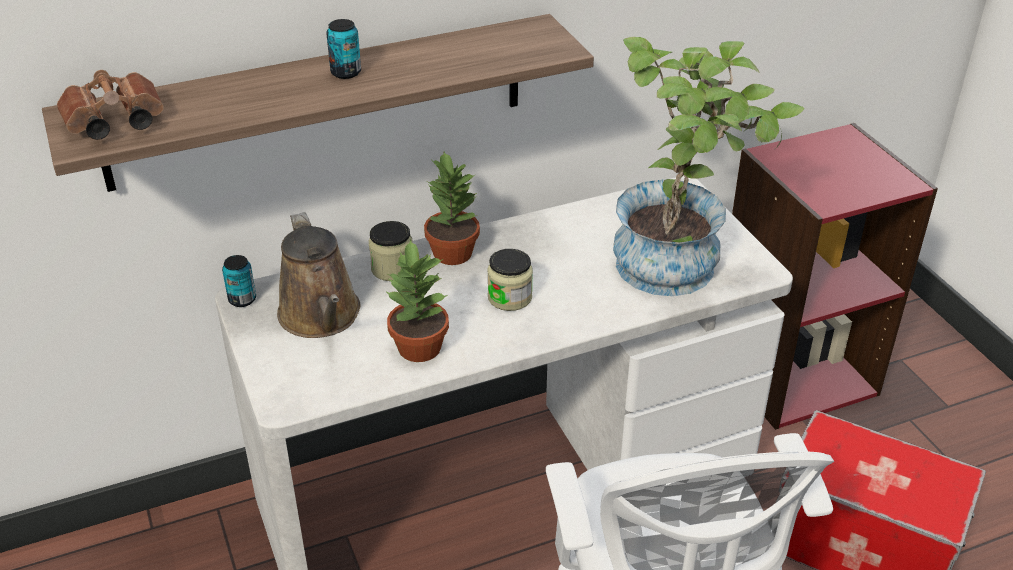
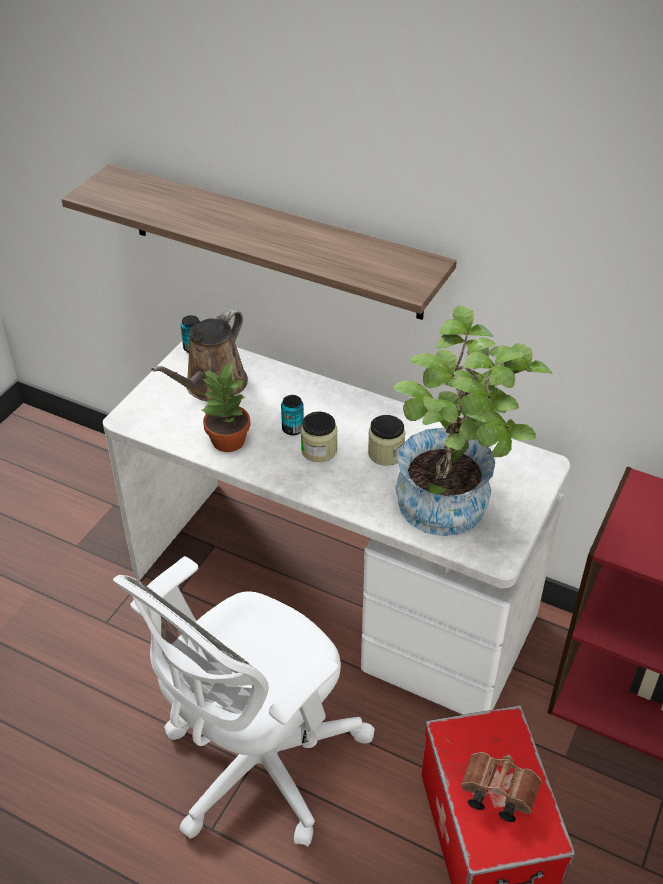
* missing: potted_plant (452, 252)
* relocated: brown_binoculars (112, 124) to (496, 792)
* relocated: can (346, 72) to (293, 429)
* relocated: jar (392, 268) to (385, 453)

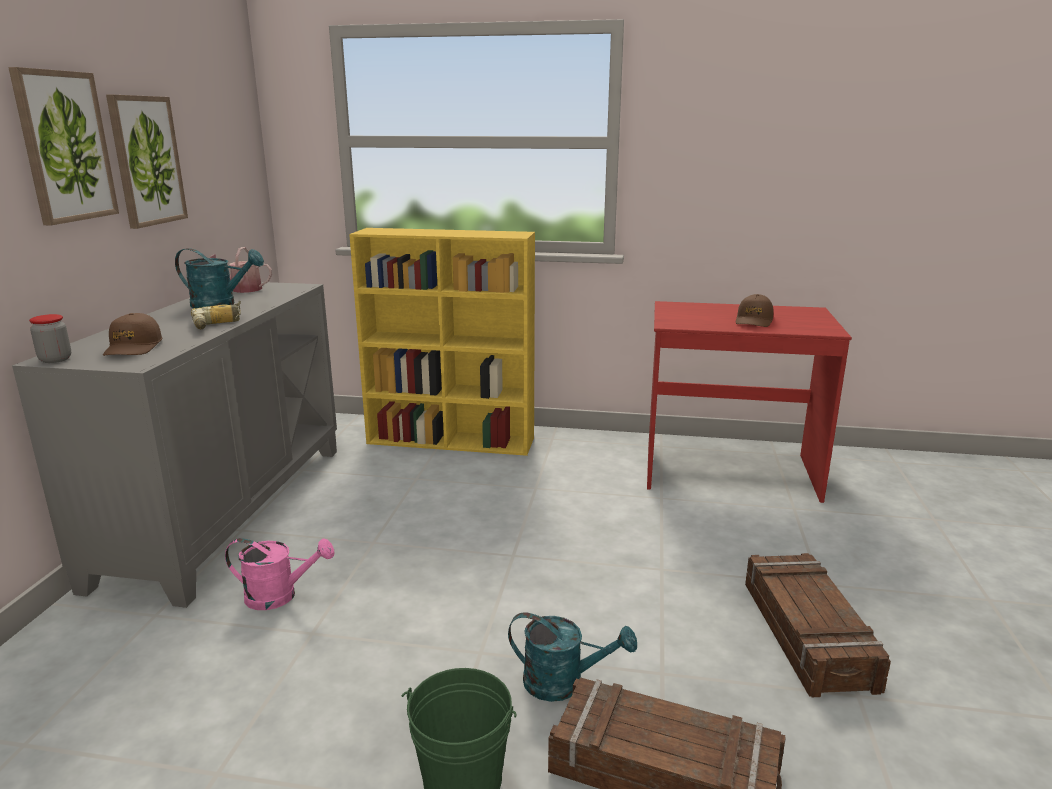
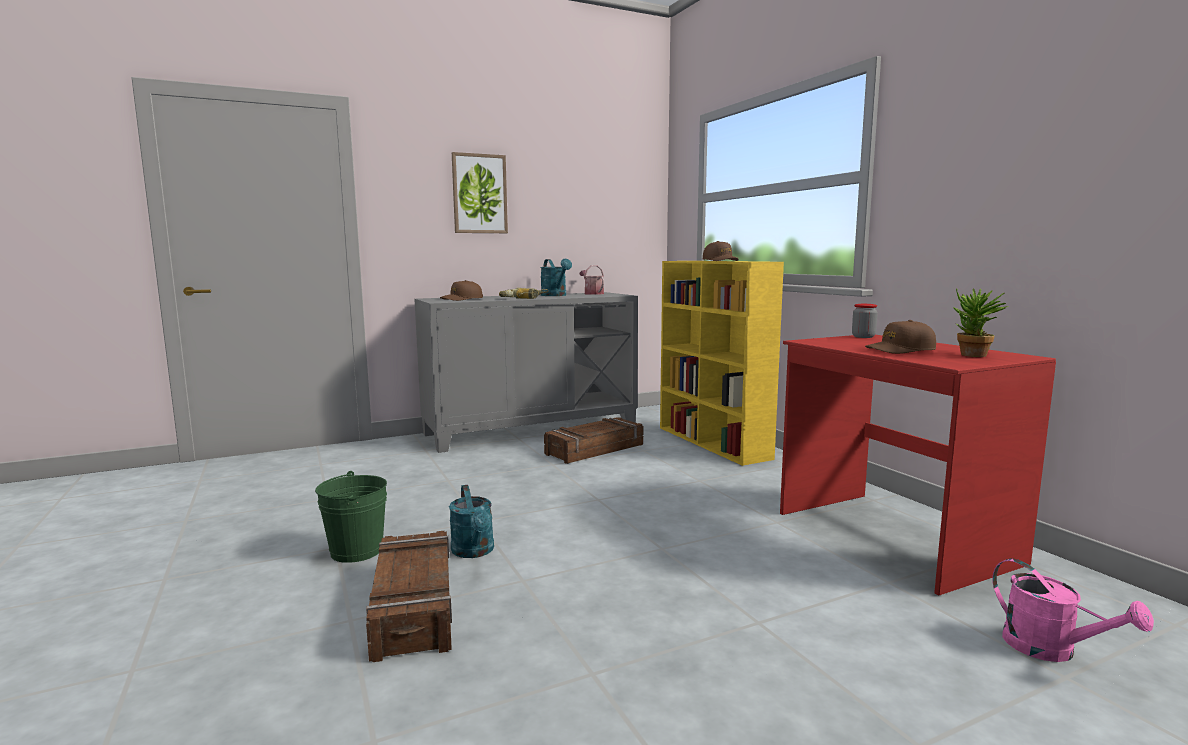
* missing: picture (146, 161)
* appeared: brown_cap (720, 260)
* appeared: potted_plant (973, 356)
* relocated: jar (55, 359) to (863, 336)
* relocated: pink_watering_can (280, 596) to (1051, 650)
* relocated: crate (805, 634) to (594, 449)

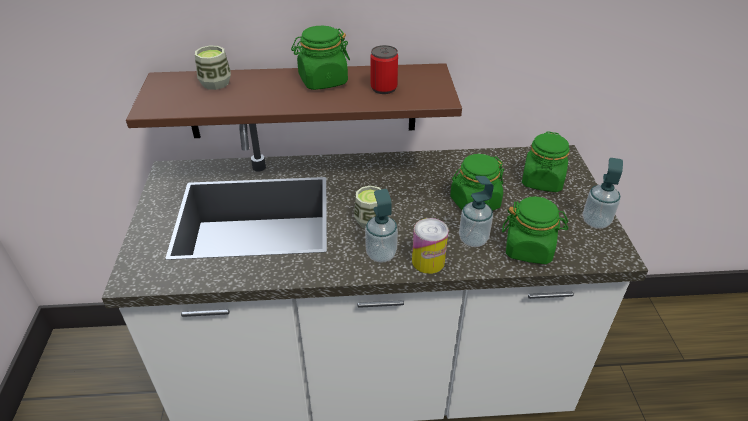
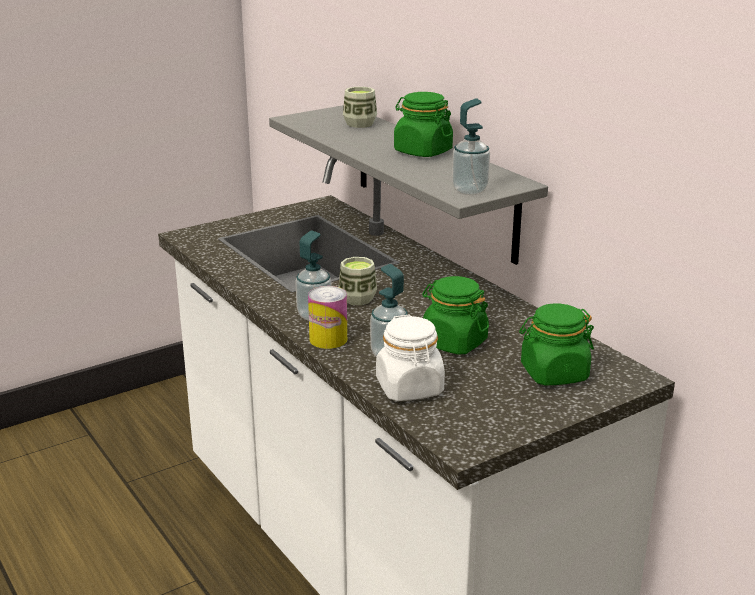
* missing: can (383, 88)
* relocated: soap_dispenser (595, 221) to (469, 191)
* colour: brown_shelf (302, 101) to grey_shelf (434, 181)
* colour: green_jar (529, 248) to white_jar (410, 388)

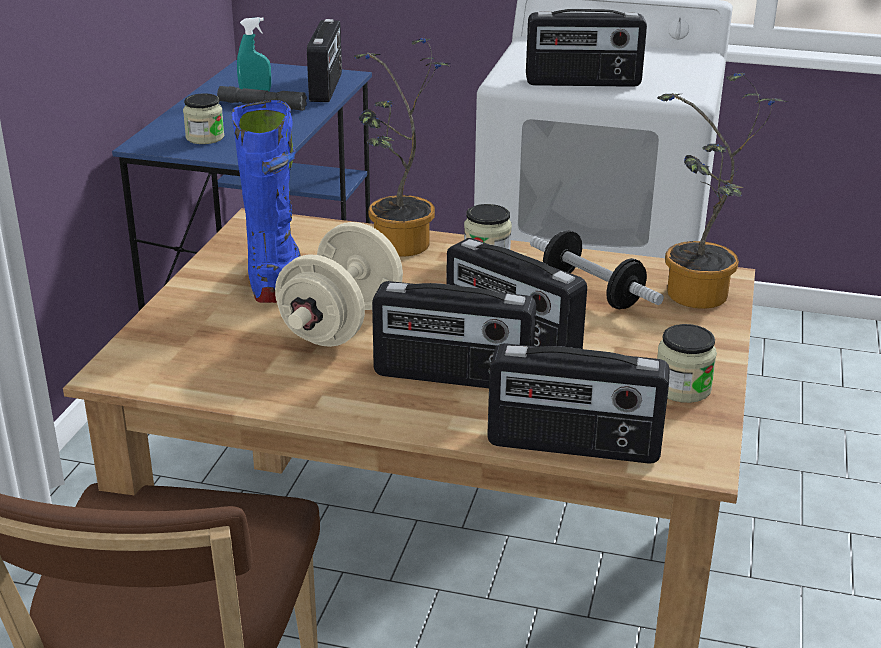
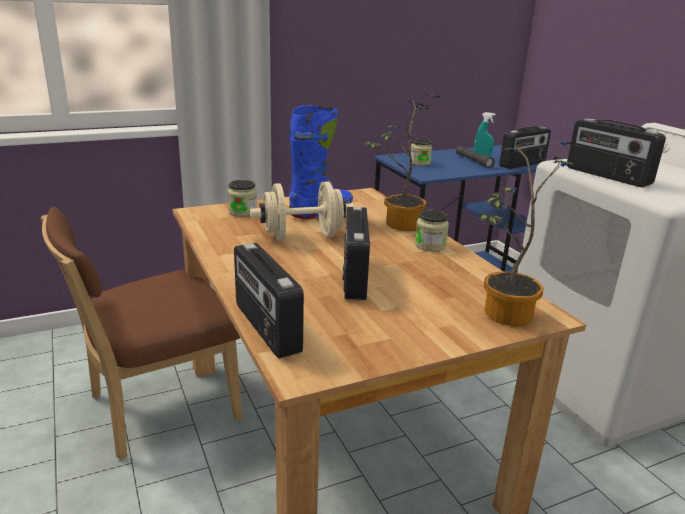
* missing: radio (452, 377)
* missing: dumbbell (592, 292)
* relocated: jar (682, 388) to (242, 212)

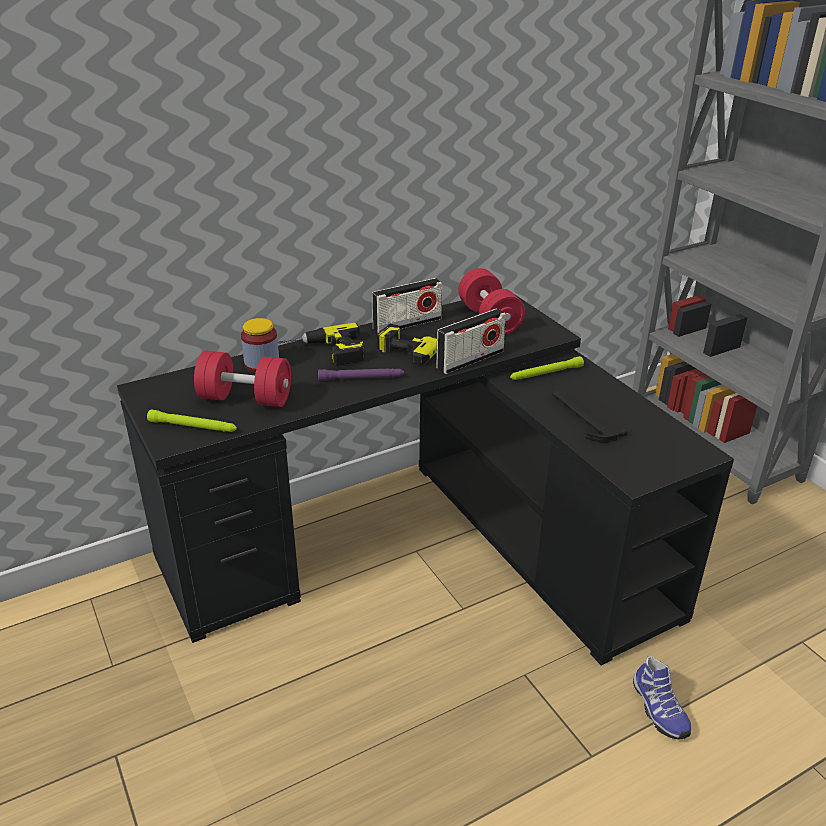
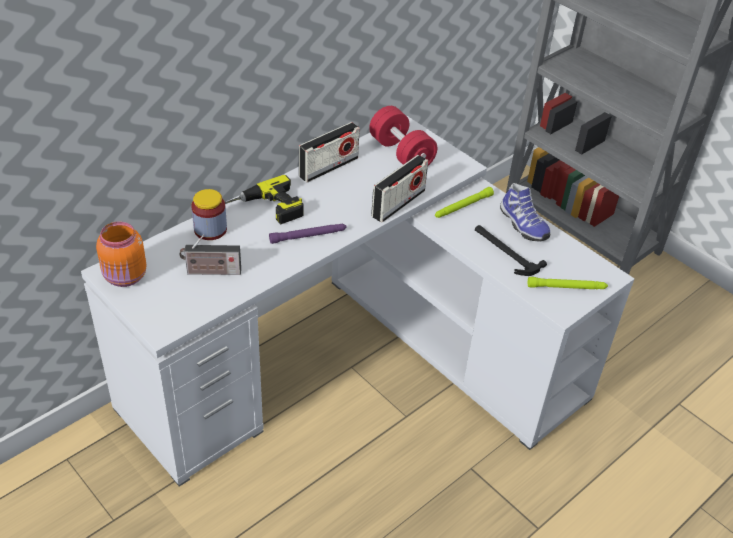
* missing: power_drill (417, 342)
* appeared: orange_jar (125, 277)
* relocated: green_flashlight (193, 426) to (567, 287)
* relocated: shoe (657, 709) to (522, 224)
* exchanged: red_dumbbell (245, 399) to radio (211, 272)
* colour: black_desk (427, 542) to white_desk (358, 356)

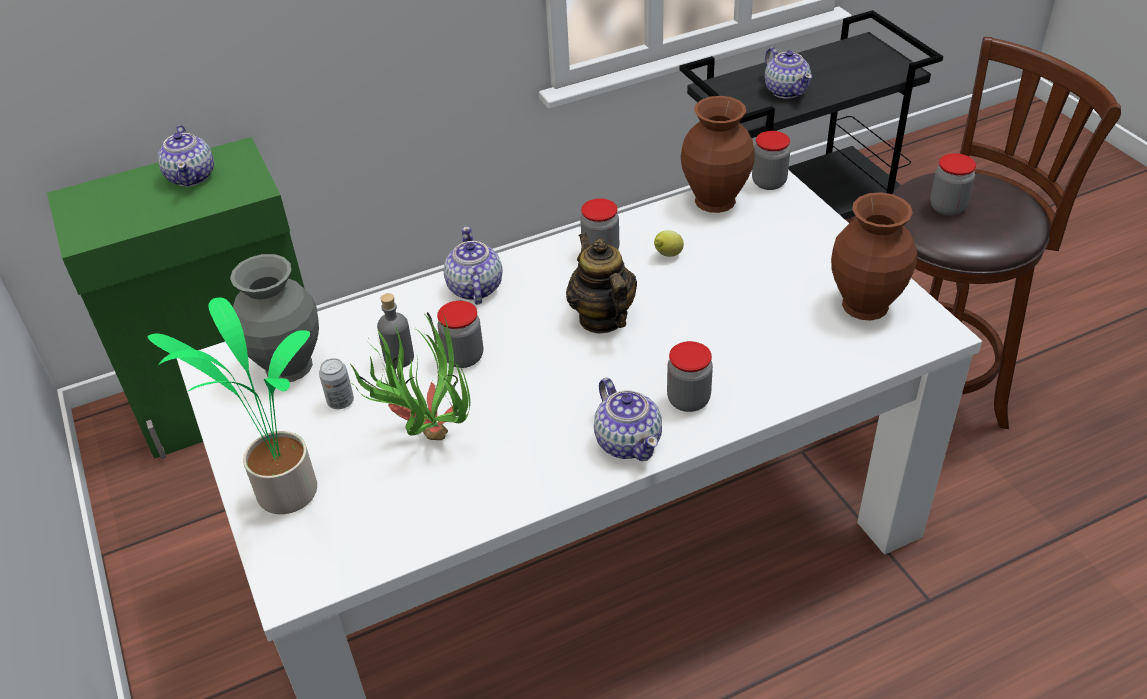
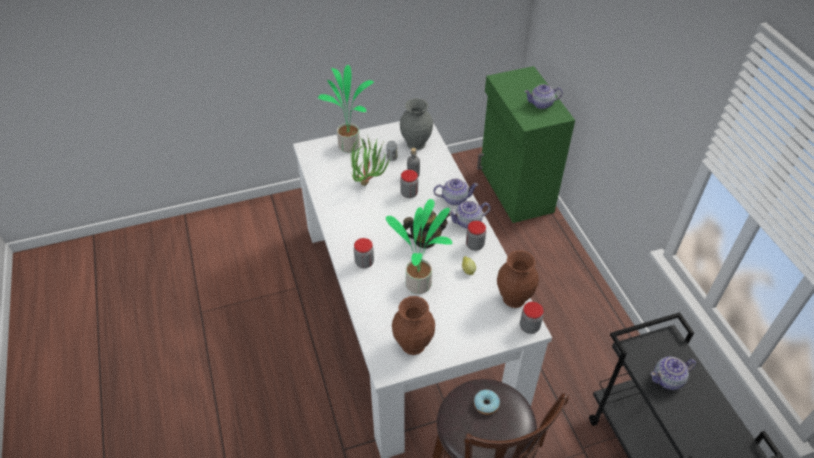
* appeared: potted_plant (420, 284)
* relocated: teapot (628, 441) to (468, 222)
* exchanged: jar (947, 207) to donut (486, 404)

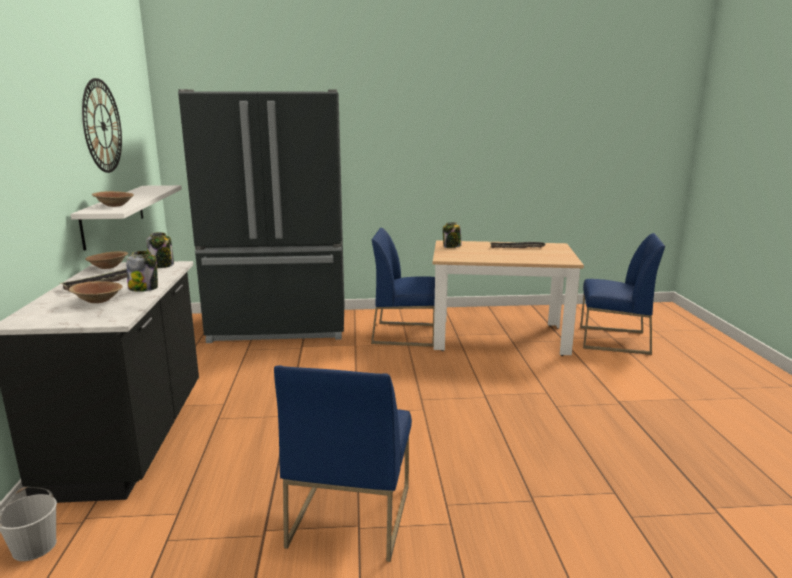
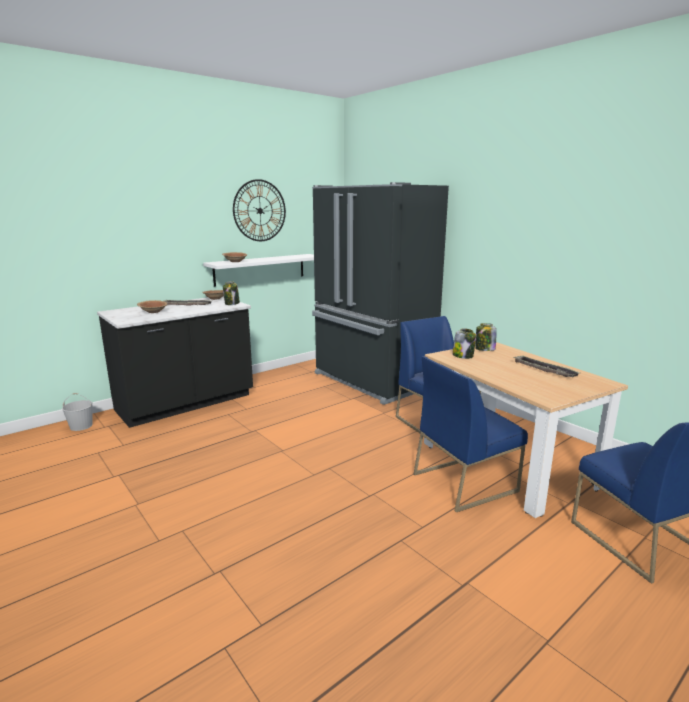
* relocated: jar (144, 288) to (463, 356)
* relocated: blue_chair (349, 515) to (465, 482)

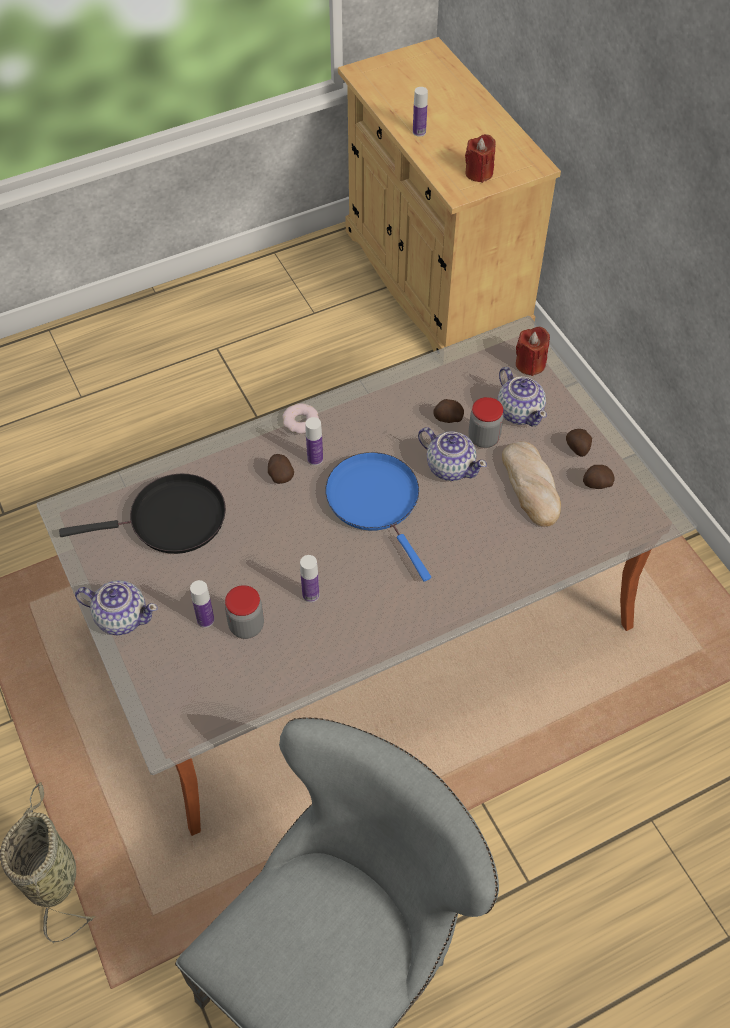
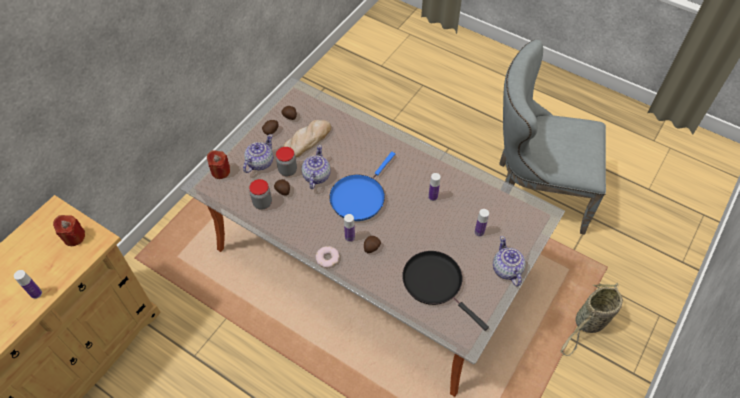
* relocated: jar (246, 626) to (262, 203)

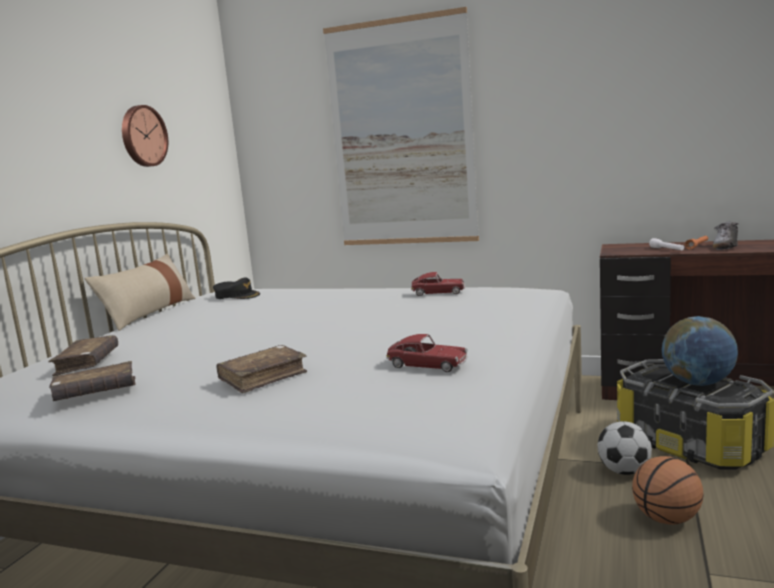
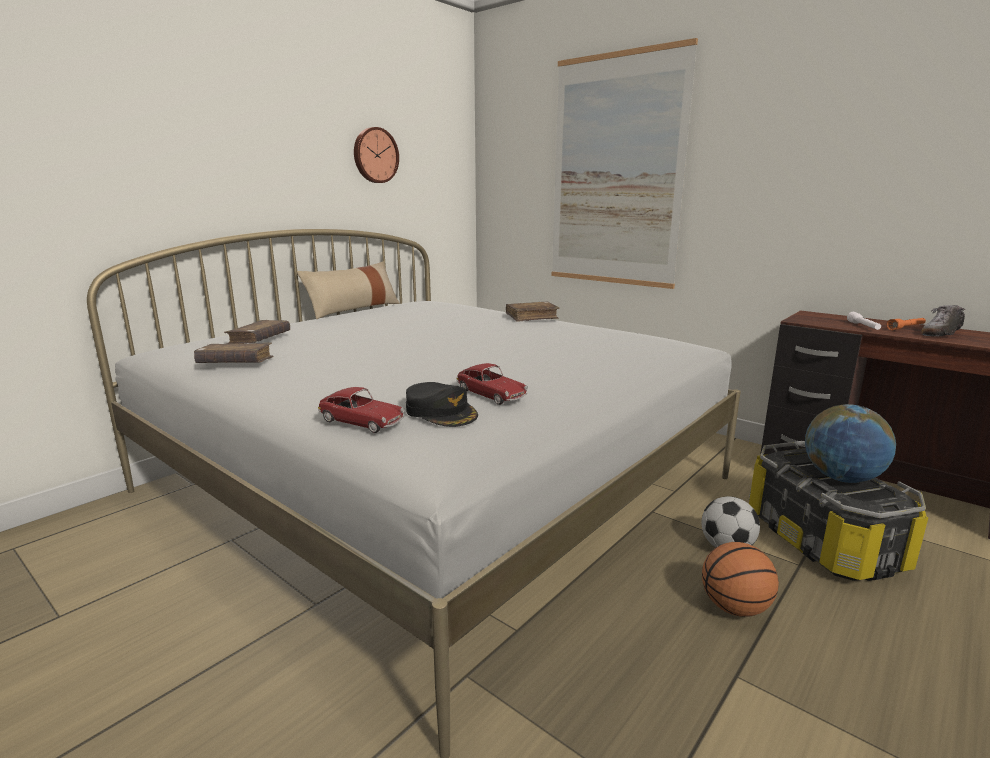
* relocated: black_cap (237, 295) to (441, 412)
* relocated: brown_book (263, 377) to (531, 317)
* relocated: toy_car (438, 292) to (361, 421)

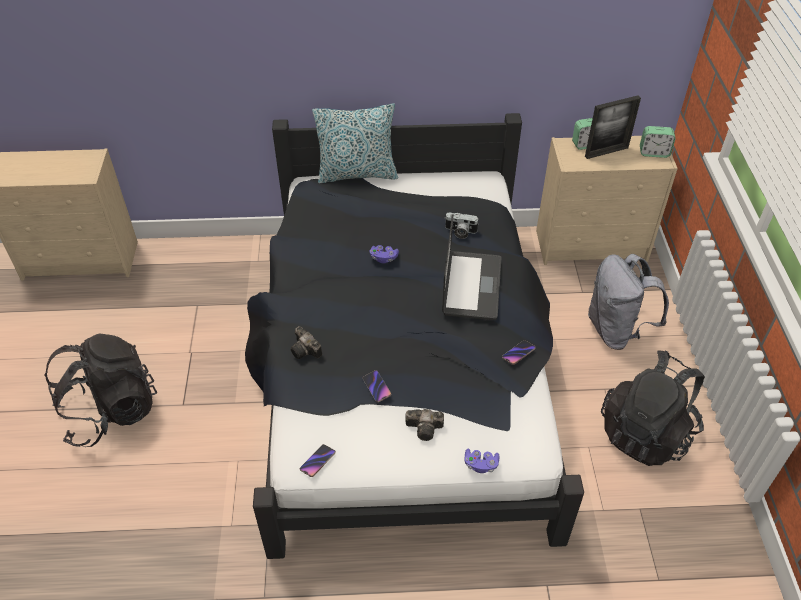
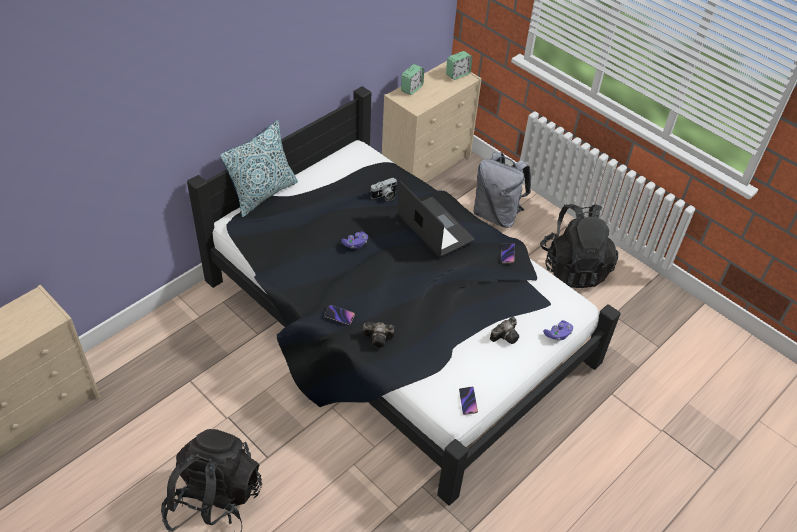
* missing: picture_frame (606, 152)
* relocated: phone (376, 387) to (339, 316)

